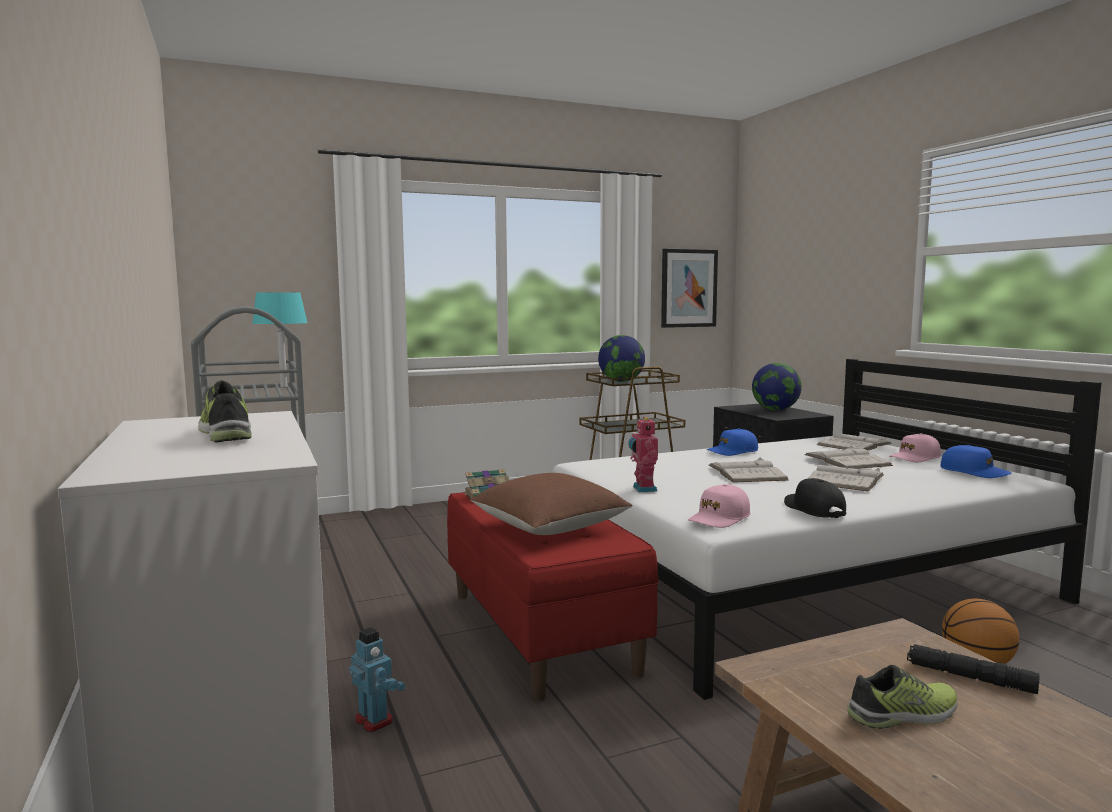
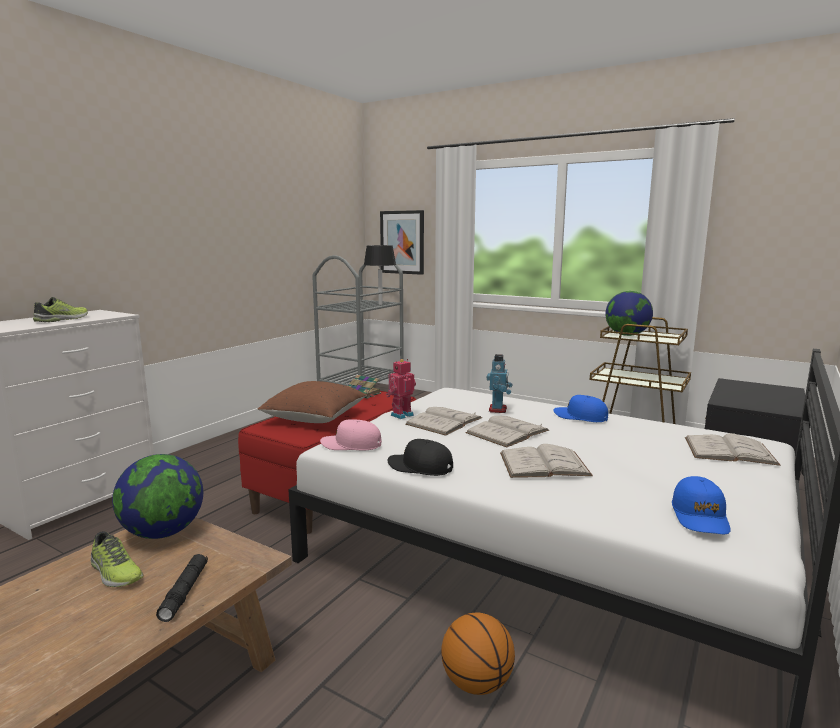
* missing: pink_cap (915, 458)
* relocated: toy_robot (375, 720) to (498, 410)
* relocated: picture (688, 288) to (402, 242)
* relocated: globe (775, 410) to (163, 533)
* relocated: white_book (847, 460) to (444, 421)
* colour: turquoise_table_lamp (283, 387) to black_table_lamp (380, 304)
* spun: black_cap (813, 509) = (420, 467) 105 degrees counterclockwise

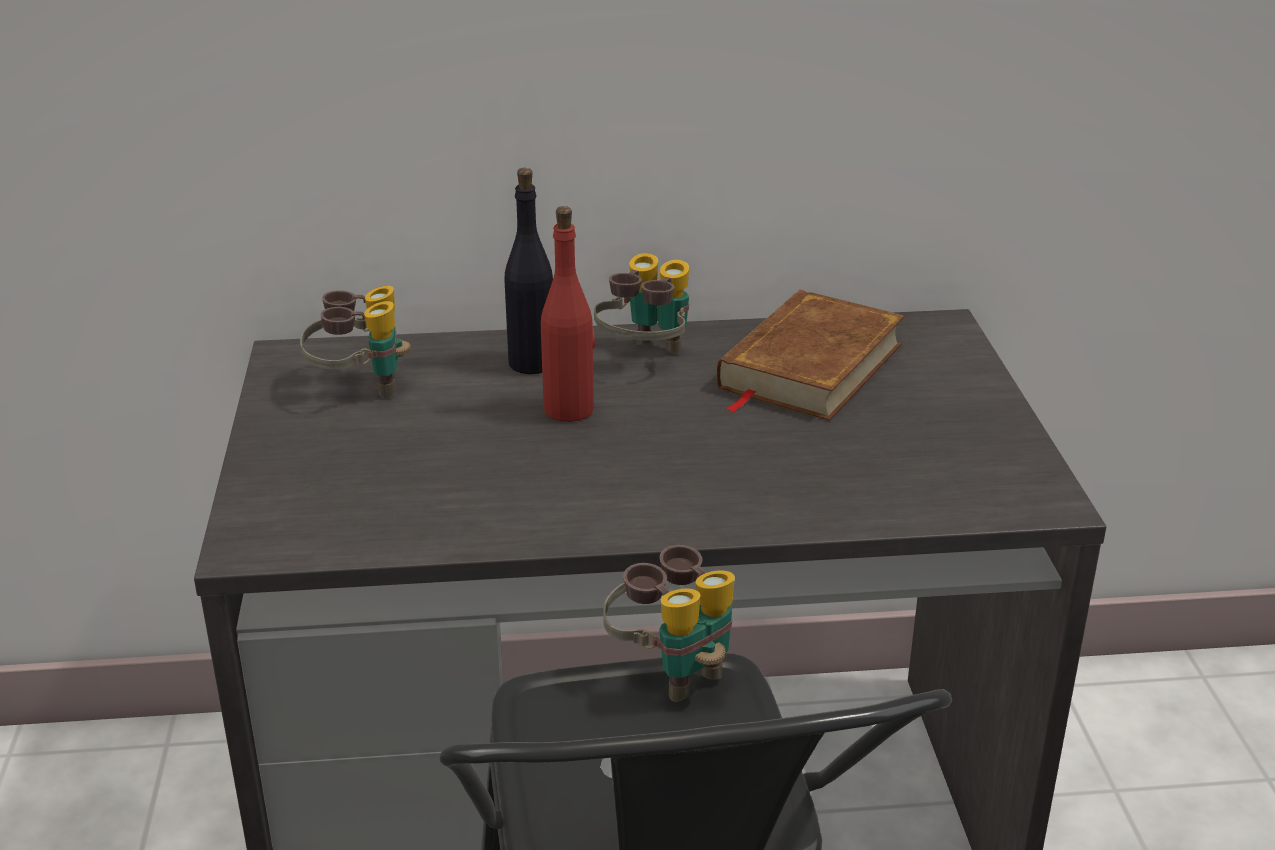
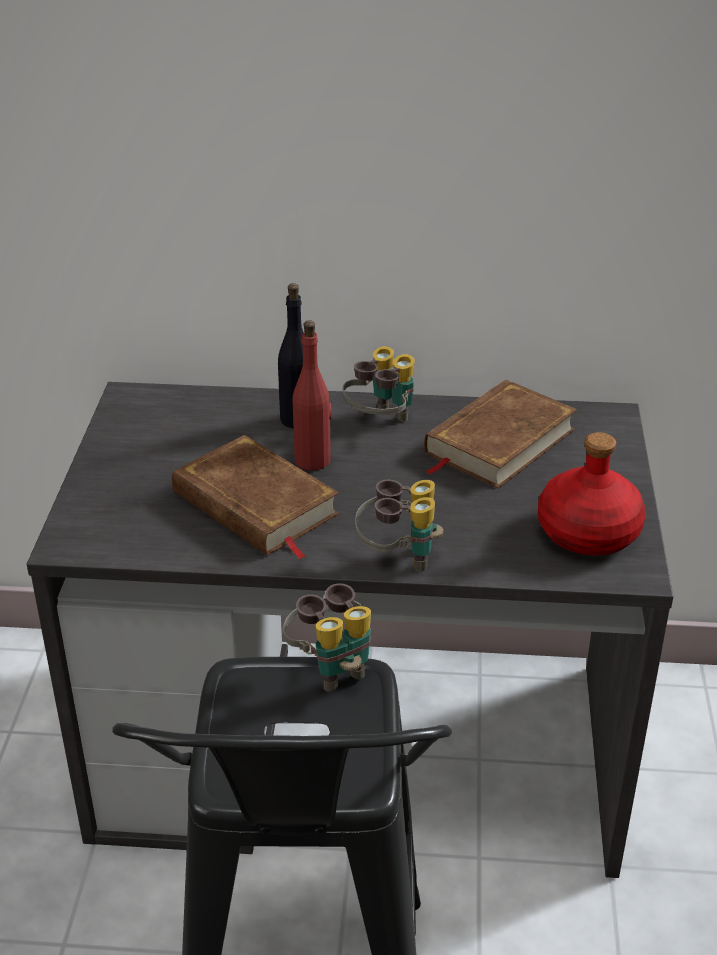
* appeared: brown_book (255, 504)
* appeared: red_bottle (588, 532)
* relocated: binoculars (360, 388) to (398, 557)

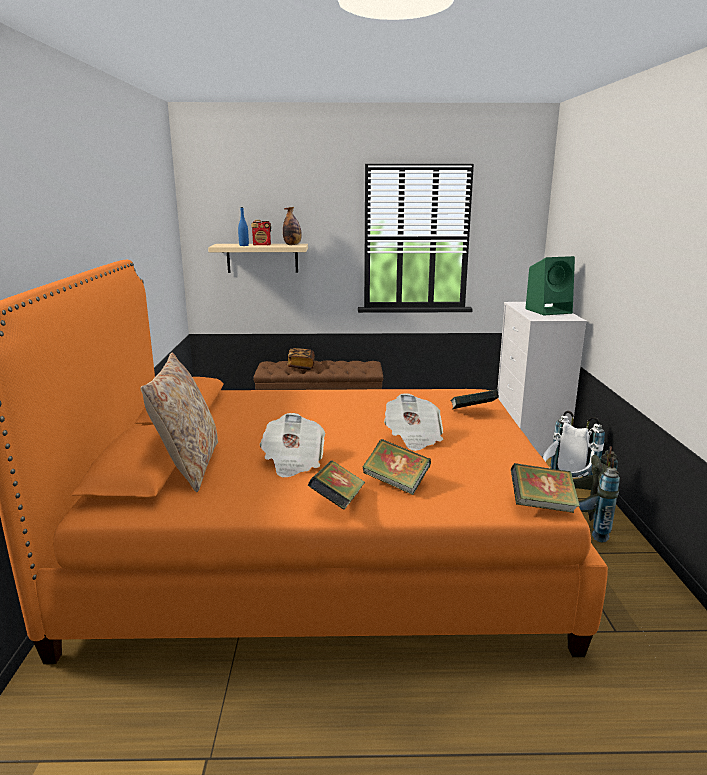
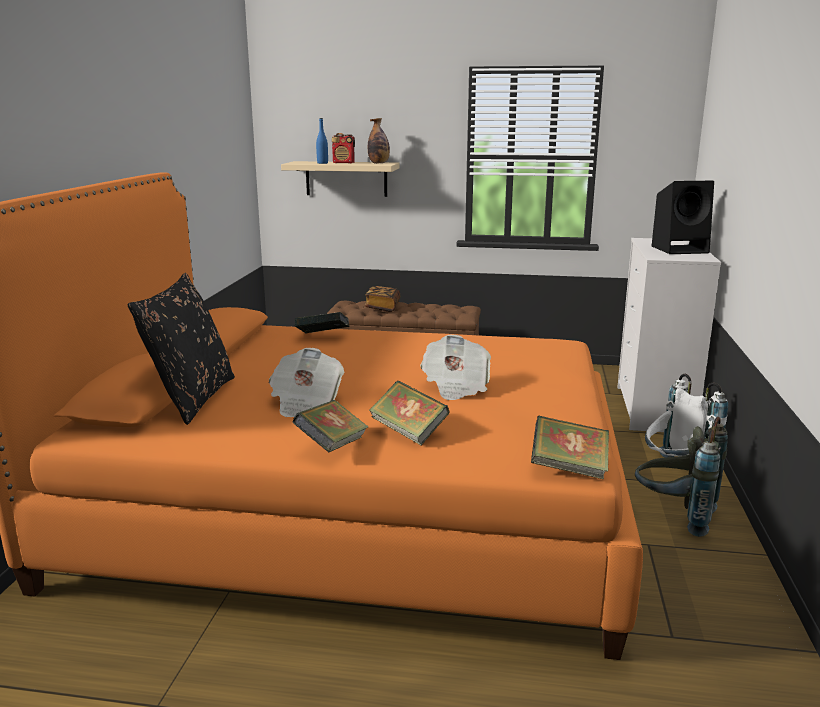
* relocated: book (472, 412) to (322, 337)
* colour: beige_pillow (188, 465) to black_pillow (191, 398)
* colour: green_speaker (549, 311) to black_speaker (680, 249)

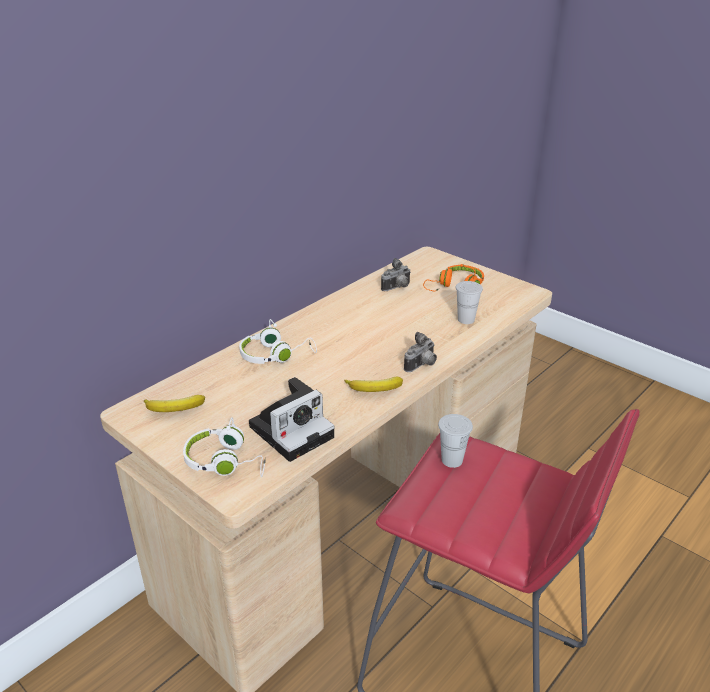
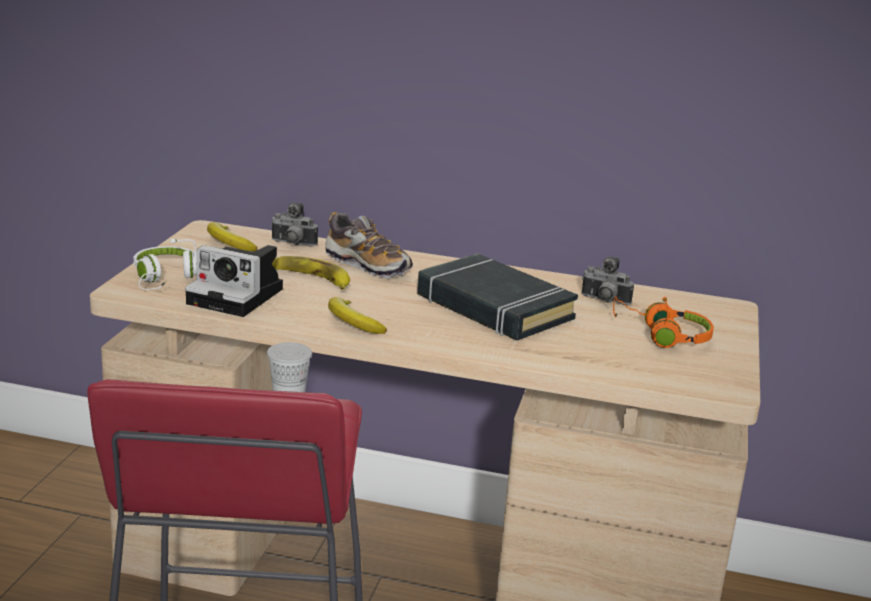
* missing: white_cup (466, 319)
* appeared: banana (309, 279)
* appeared: black_book (493, 307)
* relocated: photo_camera (422, 366) to (292, 244)
* exchanged: white_headphones (275, 355) to shoe (367, 265)

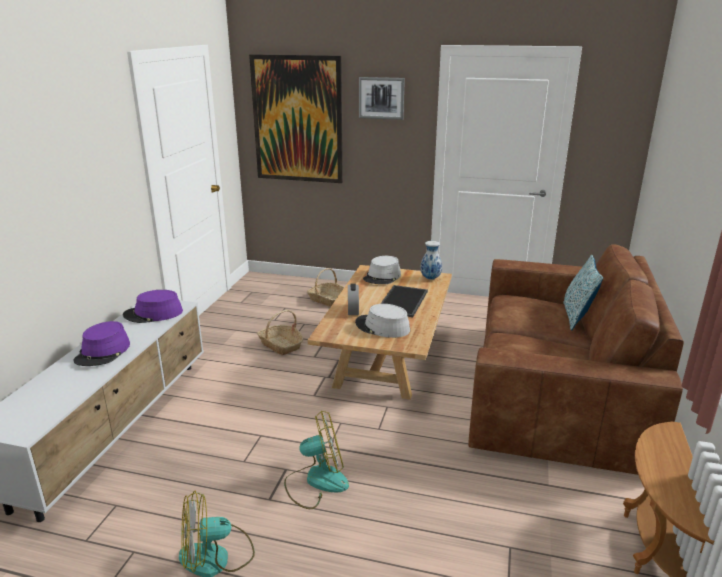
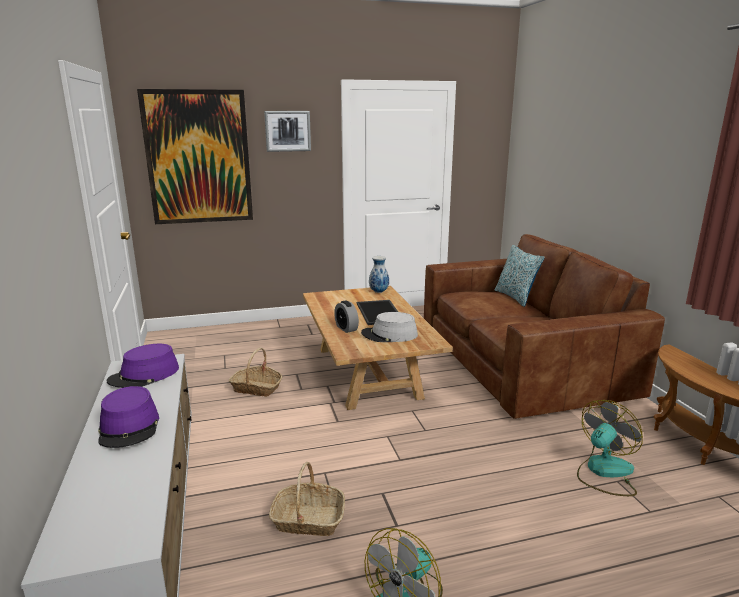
* missing: grey_hat (382, 277)
* relocated: fan (316, 481) to (604, 472)
* relocated: basket (327, 300) to (308, 520)

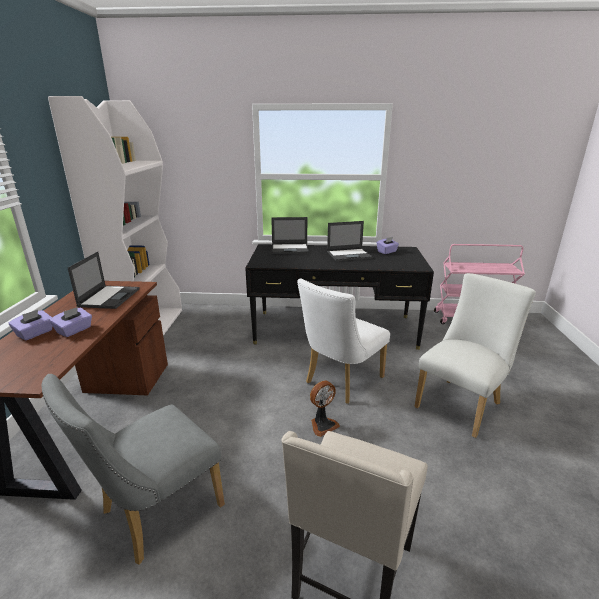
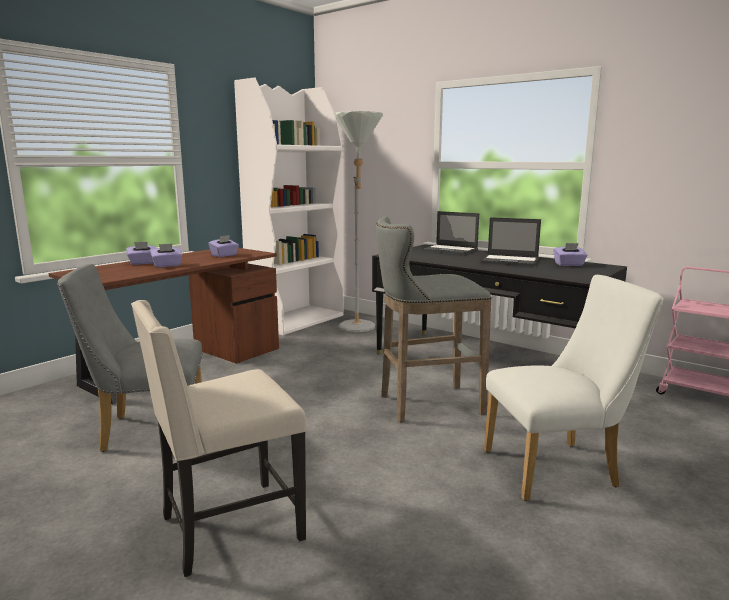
* missing: fan (322, 425)
* appeared: grey_floor_lamp (358, 329)
* exchanged: laptop (109, 297) to purple_tissue_box (224, 255)
* exchanged: white_chair (340, 382) to grey_stool (425, 405)

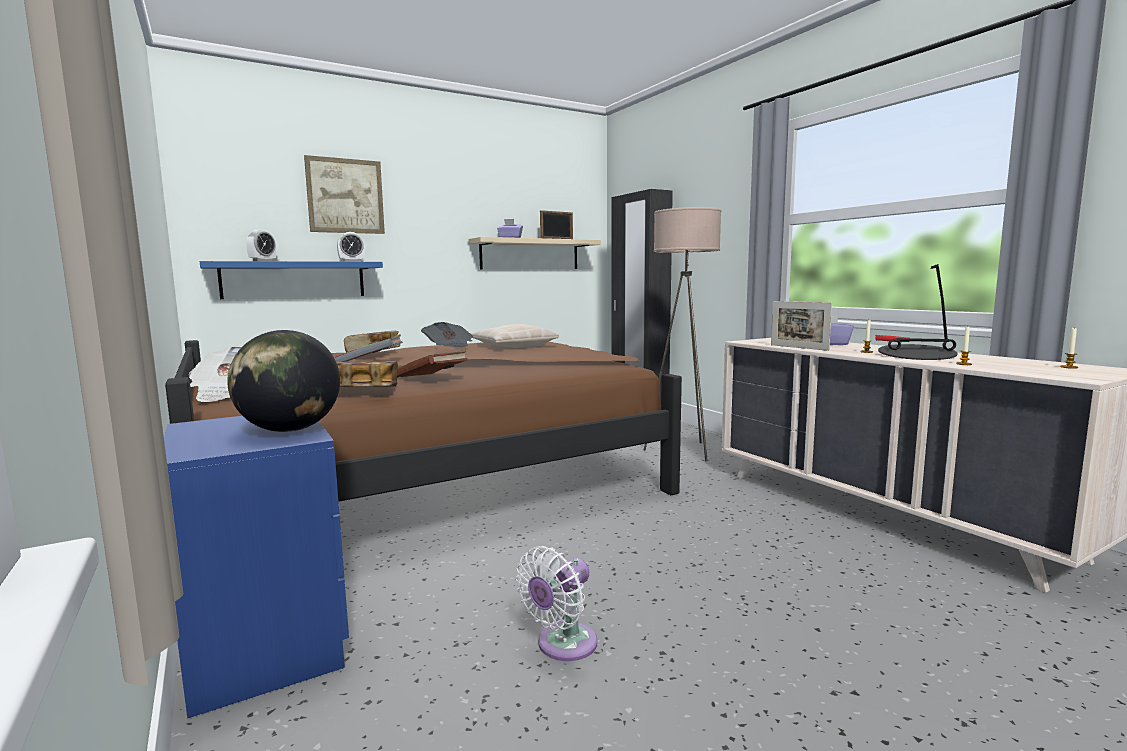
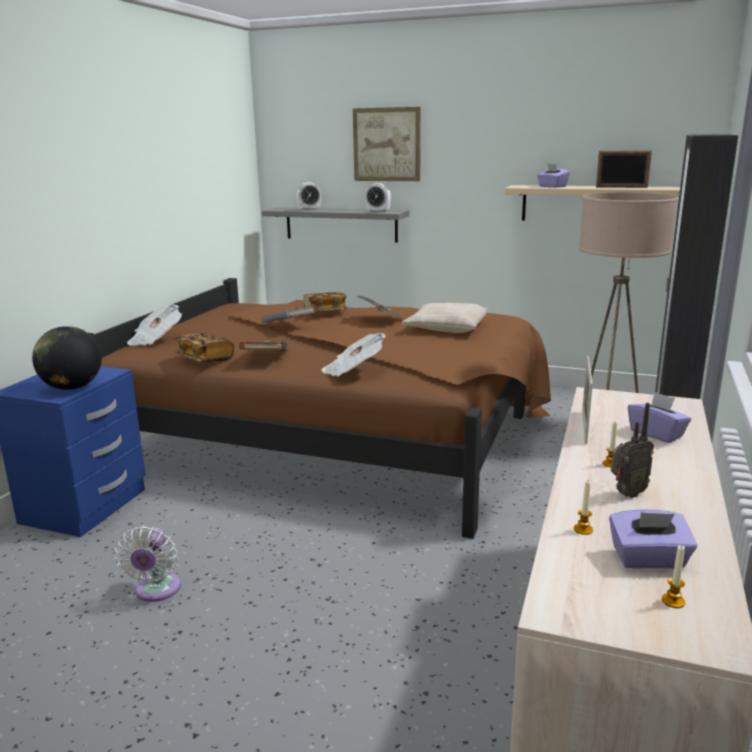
* appeared: newspaper (353, 371)
* appeared: purple_tissue_box (648, 559)
* exchanged: table_lamp (916, 355) to radio (626, 494)
* colour: blue_shelf (294, 280) to grey_shelf (341, 224)
* spun: white_fan (562, 645) = (156, 591) 90 degrees counterclockwise

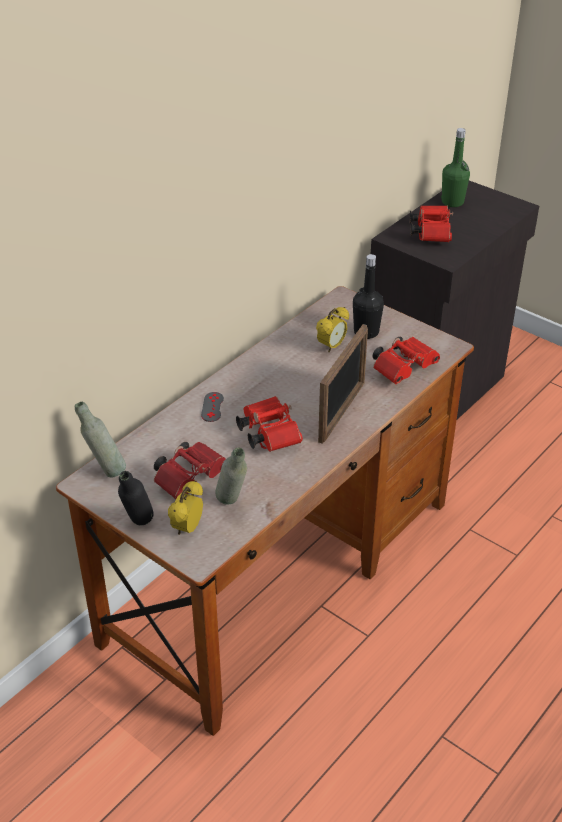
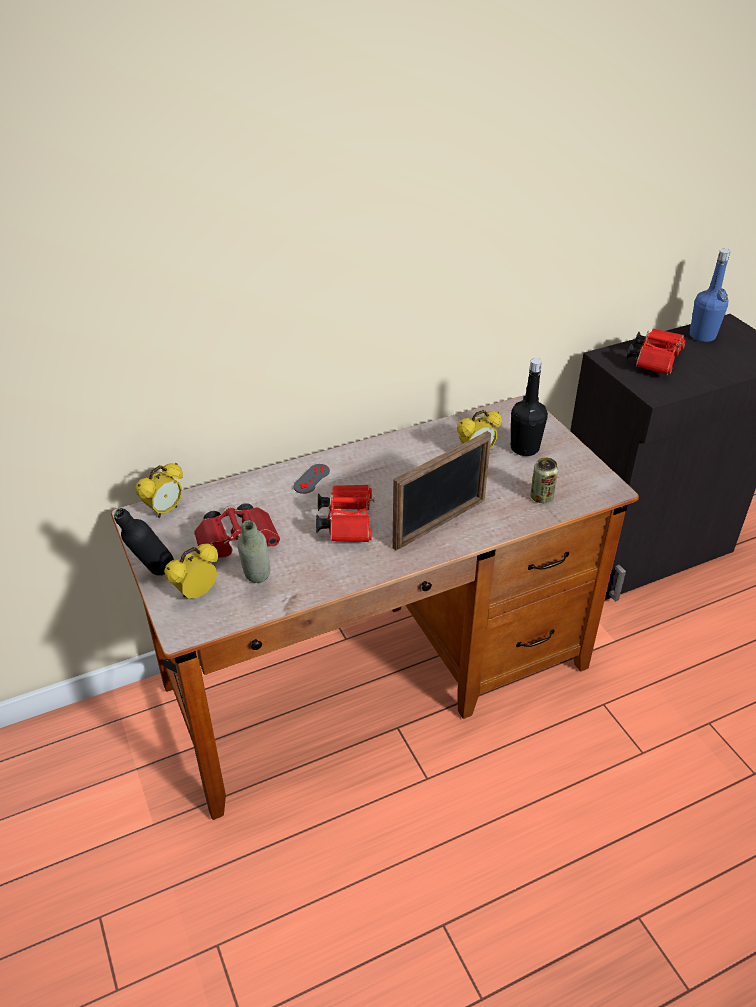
* exchanged: grey_bottle (105, 471) to alarm_clock (165, 510)
* exchanged: red_binoculars (404, 368) to can (541, 497)
* colour: green_bottle (452, 202) to blue_bottle (702, 336)

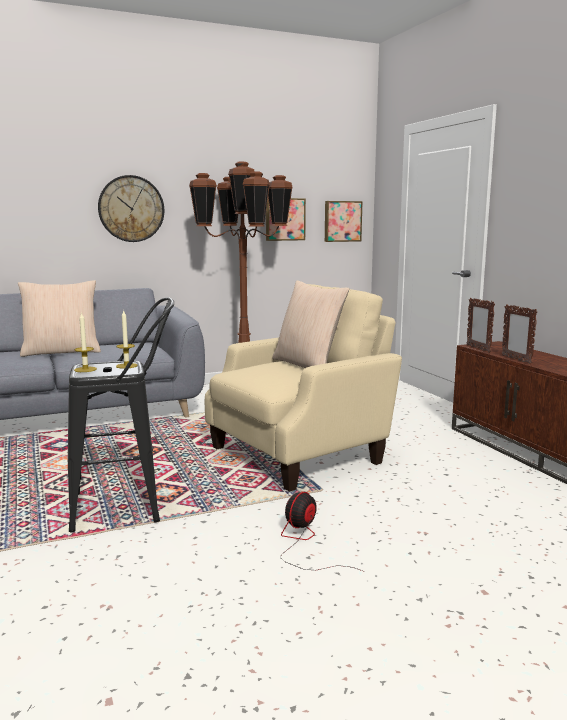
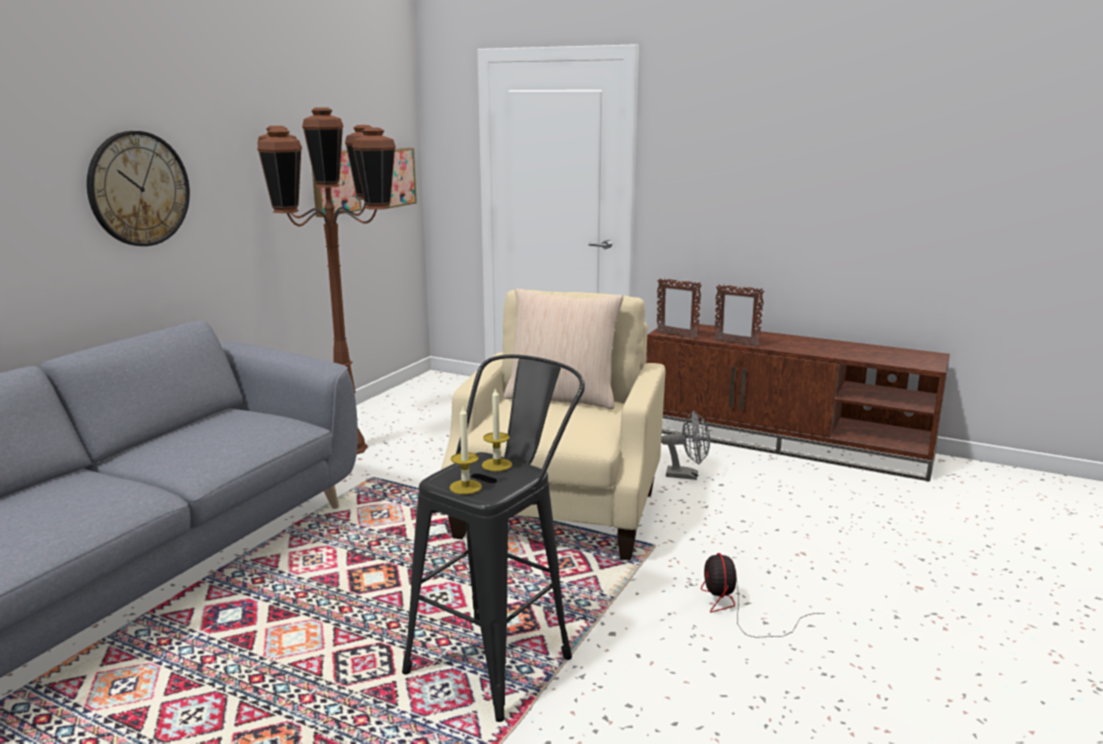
* missing: beige_pillow (62, 352)
* appeared: grey_fan (687, 475)

